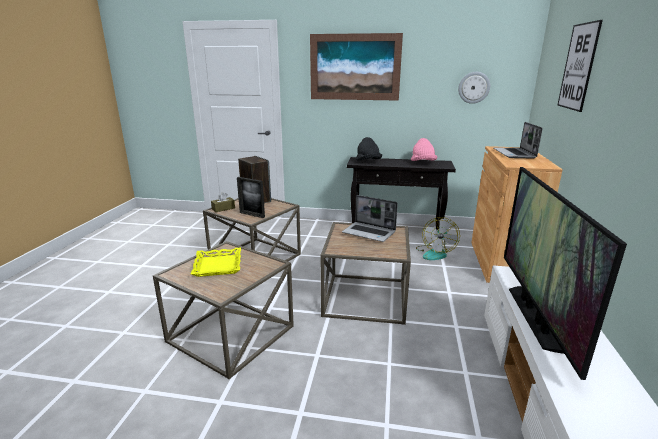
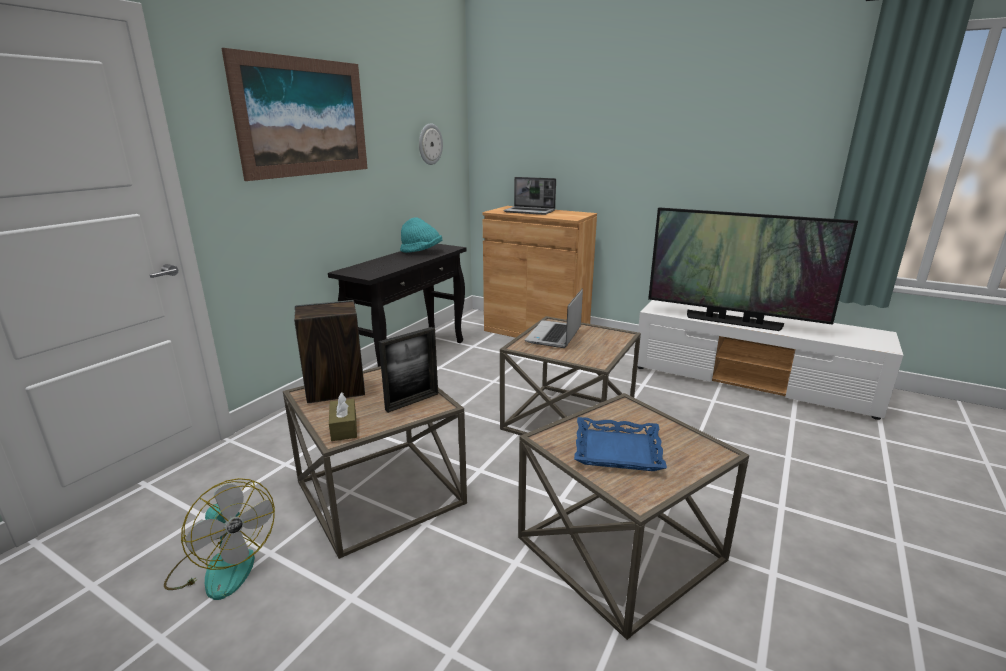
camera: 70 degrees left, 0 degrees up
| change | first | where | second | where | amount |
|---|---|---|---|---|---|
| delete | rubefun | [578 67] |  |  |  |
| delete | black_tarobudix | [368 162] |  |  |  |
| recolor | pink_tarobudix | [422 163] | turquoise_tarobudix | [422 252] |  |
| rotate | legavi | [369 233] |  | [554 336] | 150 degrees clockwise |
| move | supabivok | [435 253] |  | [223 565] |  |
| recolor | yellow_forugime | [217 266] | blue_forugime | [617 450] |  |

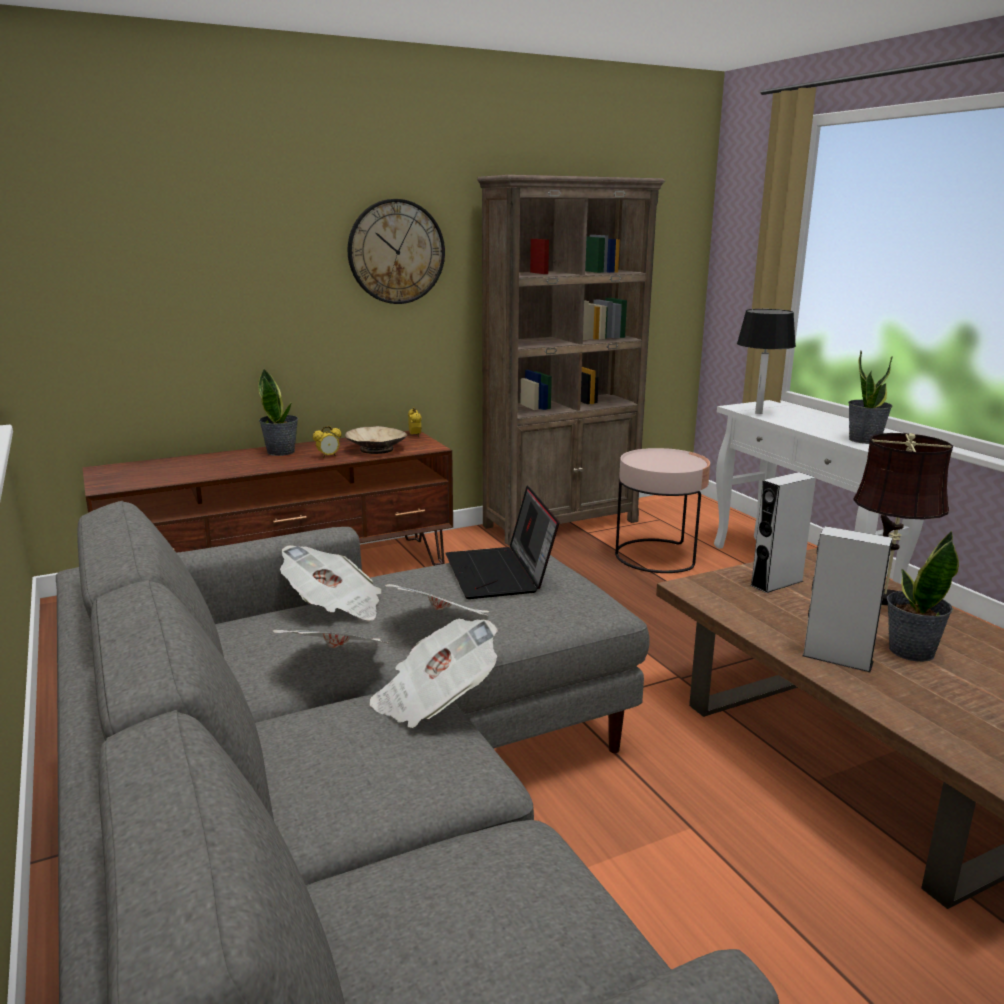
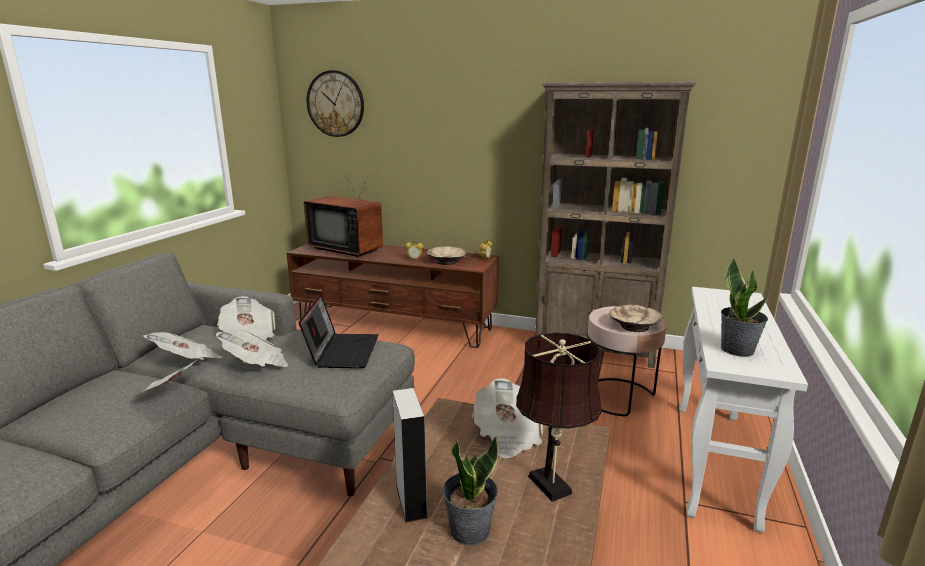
camera: 45 degrees right, 0 degrees up
| change | first | where | second | where | amount |
|---|---|---|---|---|---|
| move | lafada | [396 252] |  | [335 104] |  |
| delete | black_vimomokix | [758 413] |  |  |  |
| delete | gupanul | [281 452] |  |  |  |
| replace | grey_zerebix | [776 583] | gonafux | [507 435] |  |
| rotate | legavi | [500 574] |  | [342 351] | 150 degrees clockwise |
| insert |  |  | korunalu | [348 249] |  |
| insert |  |  | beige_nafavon | [634 326] |  |

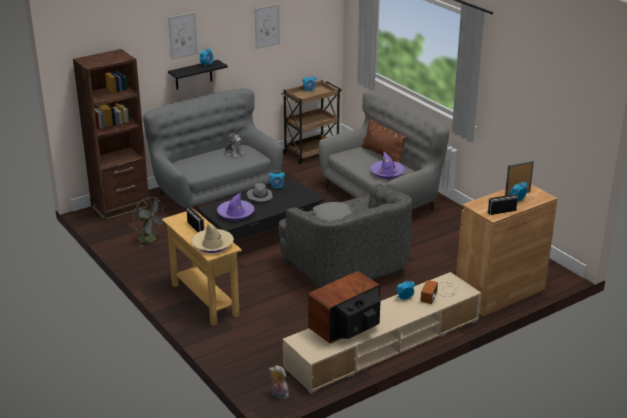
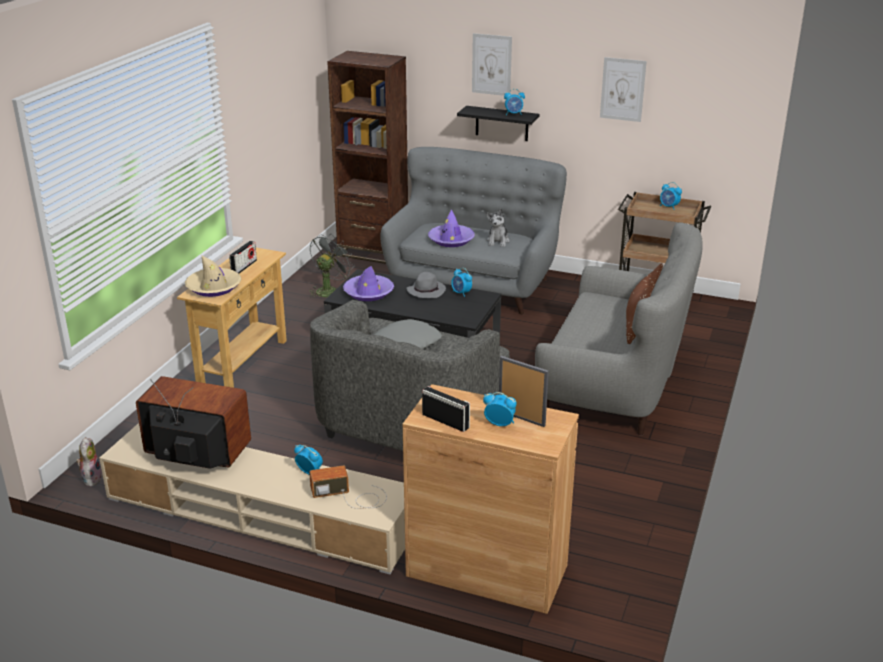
camera: 55 degrees right, 0 degrees up
| change | first | where | second | where | amount |
|---|---|---|---|---|---|
| move | purple_tarobudix | [387 173] |  | [451 240] |  |
| rotate | grey_supabivok | [151 239] |  | [329 290] | 150 degrees counterclockwise |

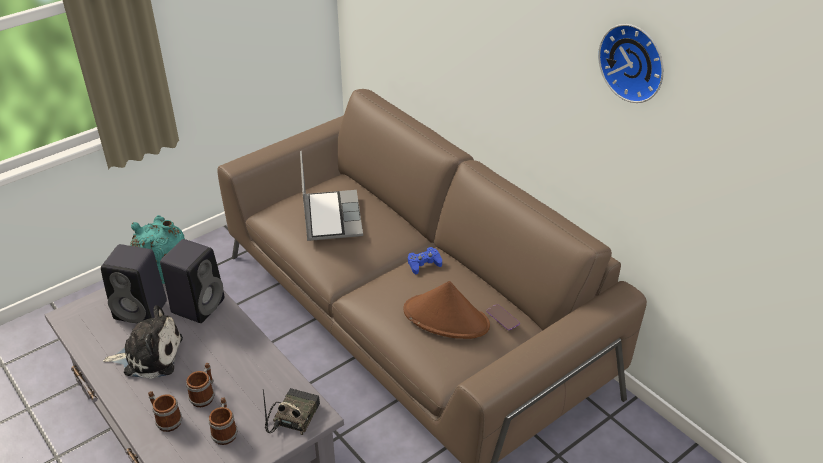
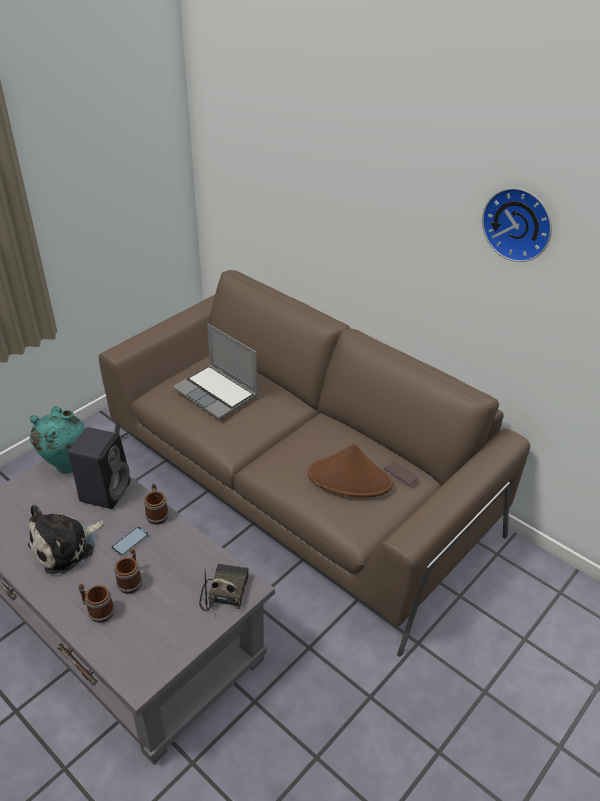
camera: 10 degrees left, 0 degrees up
| change | first | where | second | where | amount |
|---|---|---|---|---|---|
| rotate | legavi | [331 216] |  | [217 393] | 150 degrees clockwise |
| delete | black_zerebix | [142 310] |  |  |  |
| delete | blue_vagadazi | [424 263] |  |  |  |
| rotate | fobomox | [149 355] |  | [66 547] | 150 degrees clockwise |
| move | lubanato | [225 431] |  | [157 513] |  |
| insert |  |  | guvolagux | [130 542] |  |

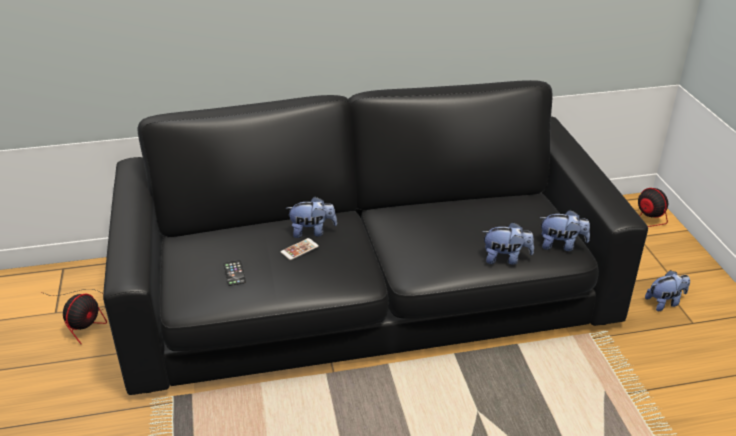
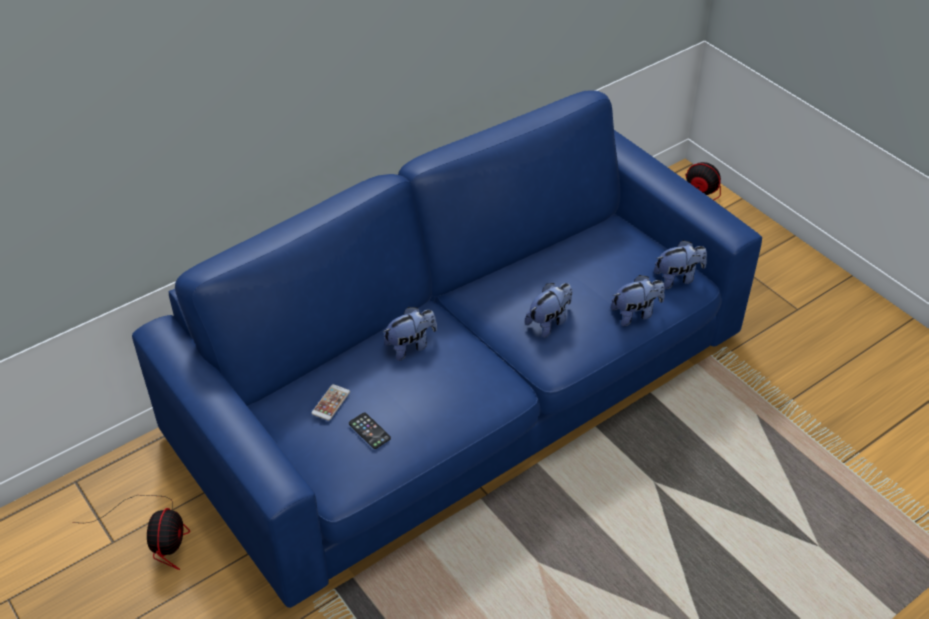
camera: 25 degrees left, 10 degrees up
| change | first | where | second | where | amount |
|---|---|---|---|---|---|
| recolor | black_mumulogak | [367 293] | blue_mumulogak | [463 386] |  |
| move | guvolagux | [299 249] |  | [331 402] |  |
| move | fobomox | [665 302] |  | [549 322] |  |

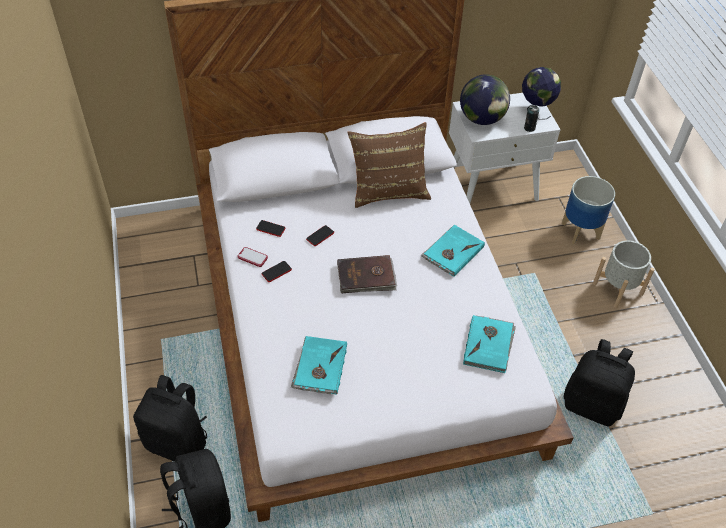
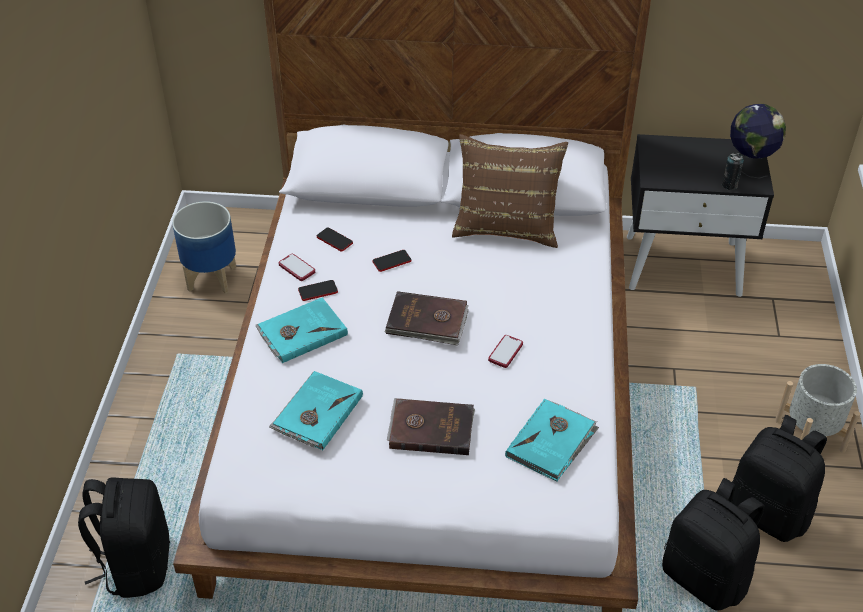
camera: 20 degrees right, 5 degrees down
| change | first | where | second | where | amount |
|---|---|---|---|---|---|
| delete | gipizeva | [482 119] |  |  |  |
| recolor | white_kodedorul | [492 186] | black_kodedorul | [683 265] |  |
| move | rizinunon | [580 230] |  | [212 277] |  |
| move | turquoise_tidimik | [452 252] |  | [301 332] |  |
| move | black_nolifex | [177 441] |  | [769 512] |  |
| insert |  |  | guvolagux | [505 352] |  |
| insert |  |  | brown_tidimik | [431 428] |  |

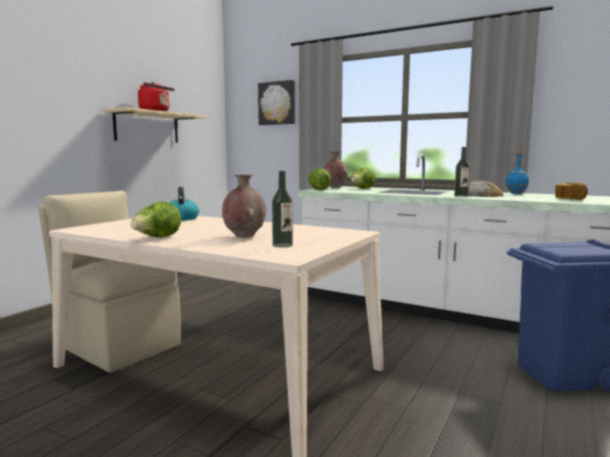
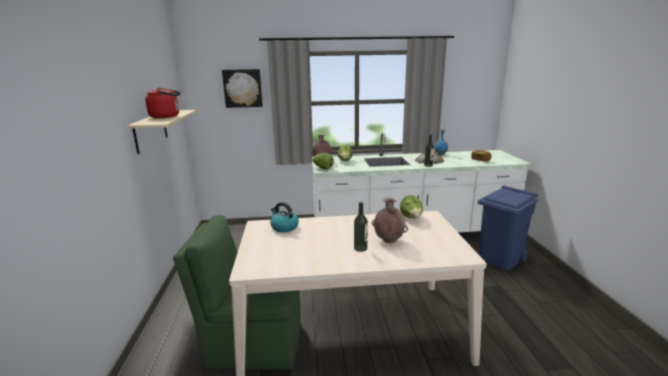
camera: 35 degrees left, 10 degrees up
| change | first | where | second | where | amount |
|---|---|---|---|---|---|
| move | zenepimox | [282 245] |  | [360 248] |  |
| recolor | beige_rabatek | [117 344] | green_rabatek | [252 343] |  |
| move | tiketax | [157 238] |  | [411 218] |  |

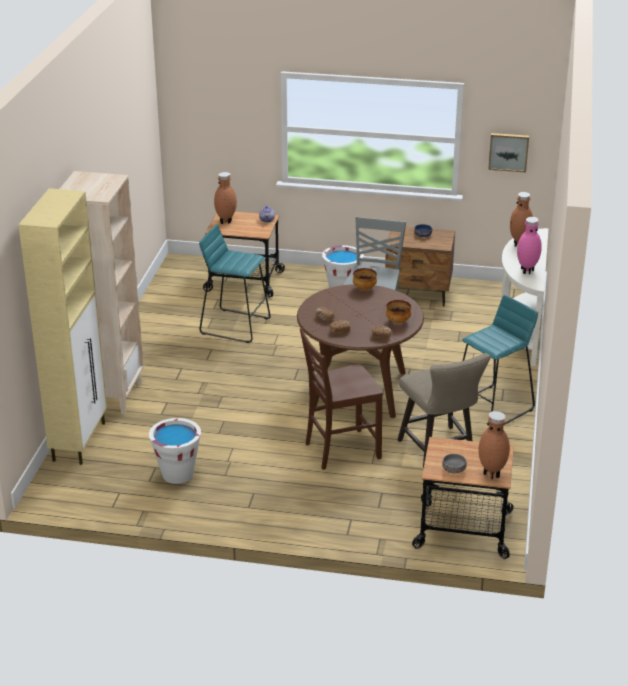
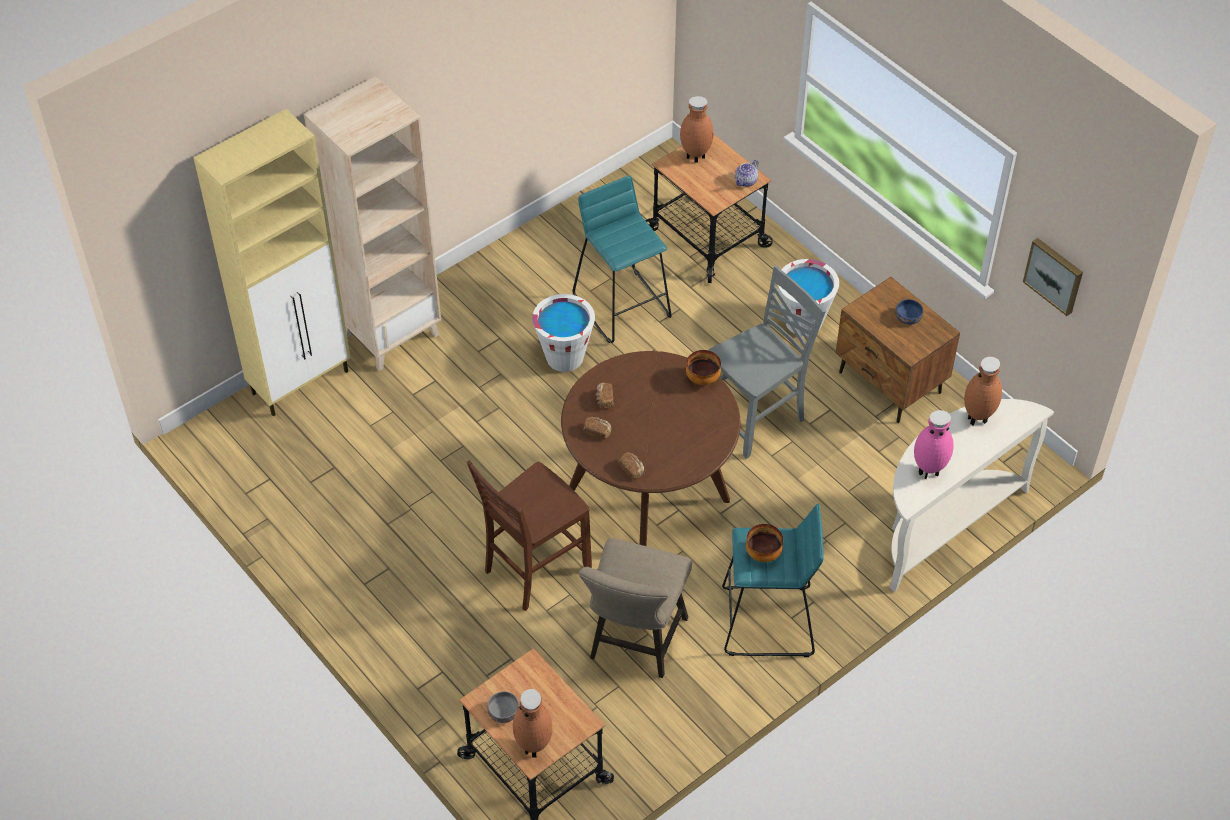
camera: 40 degrees right, 20 degrees up
| change | first | where | second | where | amount |
|---|---|---|---|---|---|
| move | nafavon | [398 321] |  | [763 553] |  |
| rotate | brown_rabatek | [340 450] |  | [534 569] | 60 degrees counterclockwise |
| move | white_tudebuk | [177 474] |  | [564 357] |  |

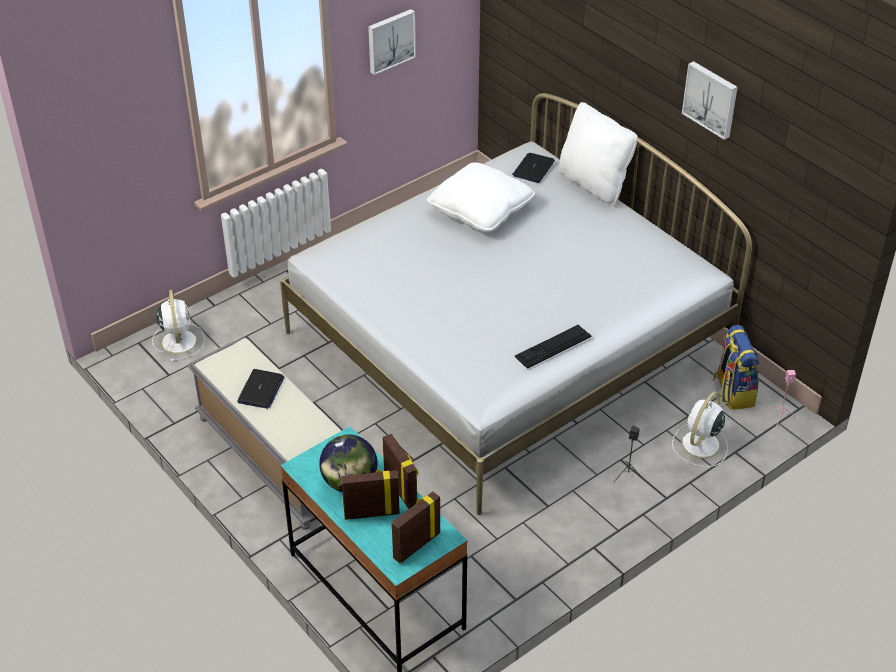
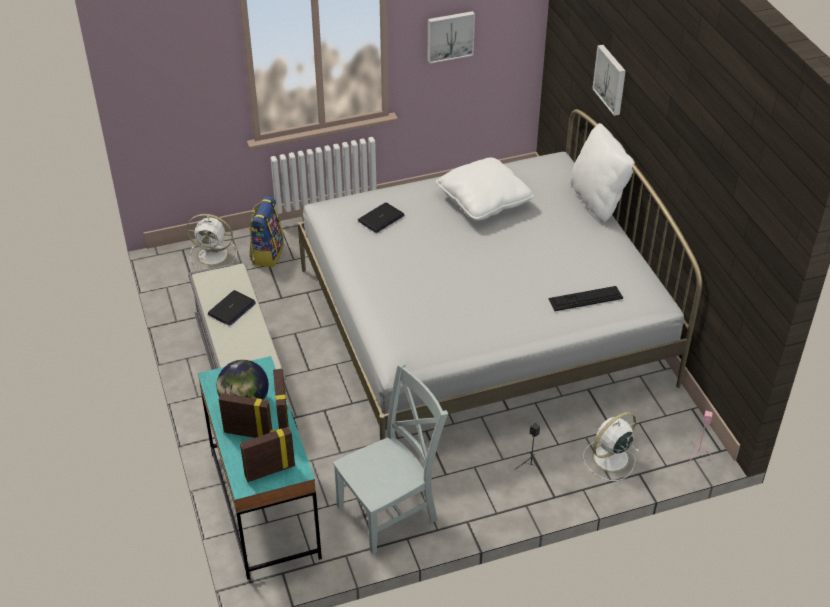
camera: 20 degrees right, 0 degrees up
| change | first | where | second | where | amount |
|---|---|---|---|---|---|
| move | rubefun | [711 99] |  | [611 79] |  |
| move | legavi | [533 168] |  | [381 218] |  |
| rotate | white_supabivok | [179 340] |  | [214 255] | 90 degrees clockwise |
| move | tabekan | [553 346] |  | [585 298] |  |
| move | nolifex | [733 392] |  | [267 253] |  |
| insert |  |  | grey_rabatek | [391 511] |  |

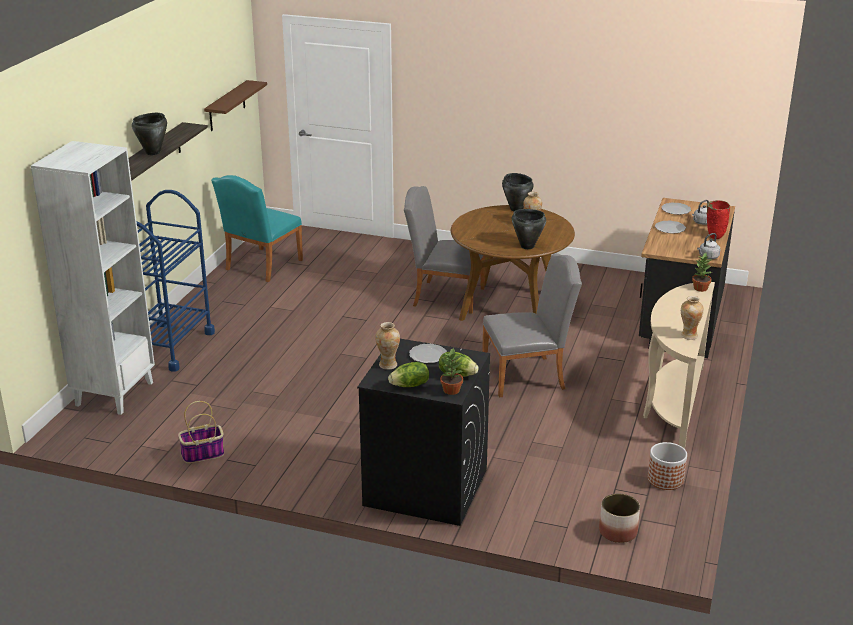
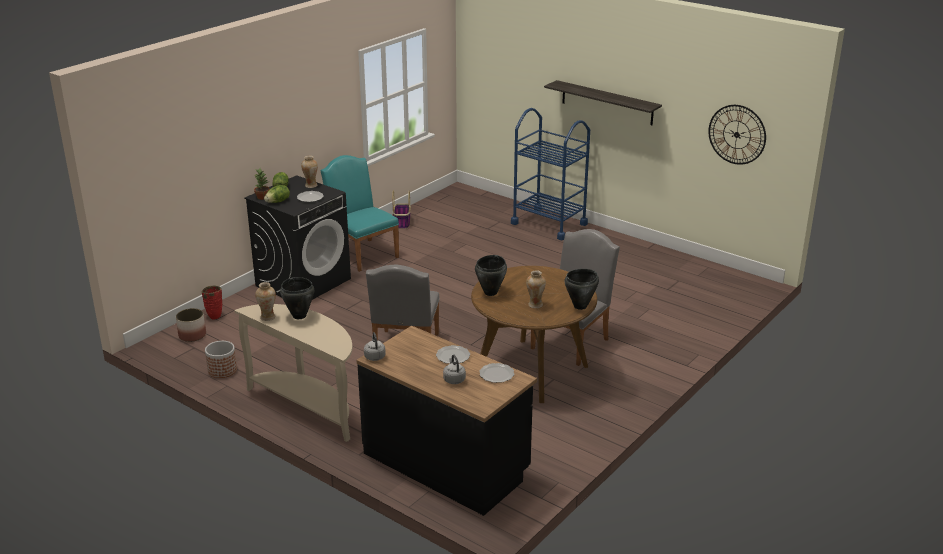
camera: 110 degrees right, 0 degrees up
| change | first | where | second | where | amount |
|---|---|---|---|---|---|
| replace | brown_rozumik | [227 106] | lafada | [737 134] |  |
| move | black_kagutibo | [153 152] |  | [299 316] |  |
| delete | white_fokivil | [114 393] |  |  |  |
| move | turquoise_rabatek | [260 266] |  | [362 253] |  |
| move | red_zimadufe | [714 237] |  | [215 316] |  |
| delete | gupanul | [700 288] |  |  |  |

